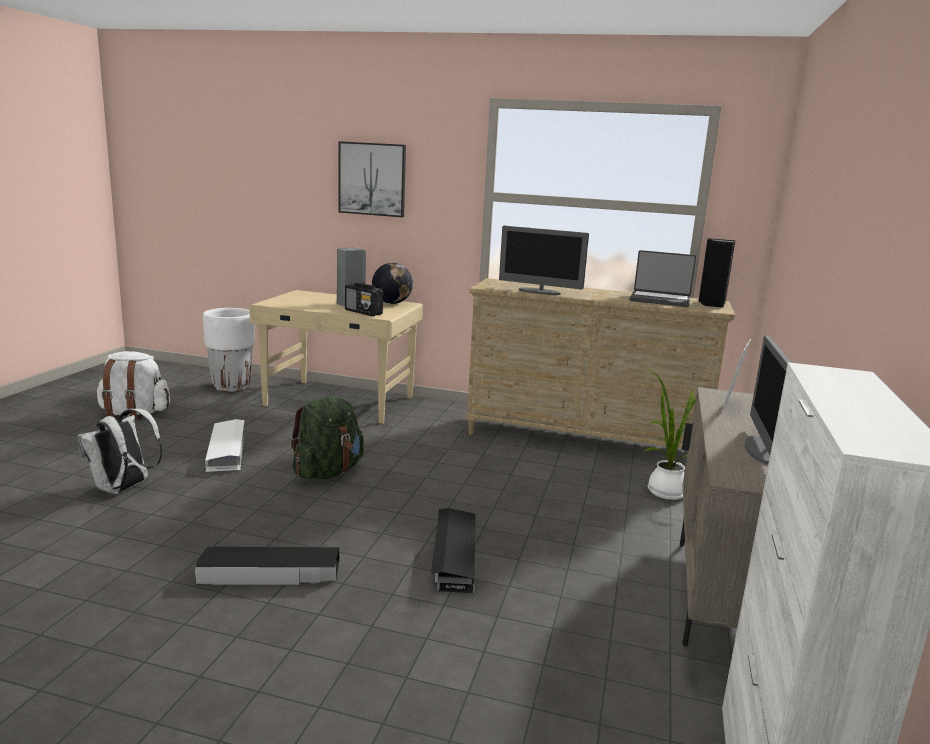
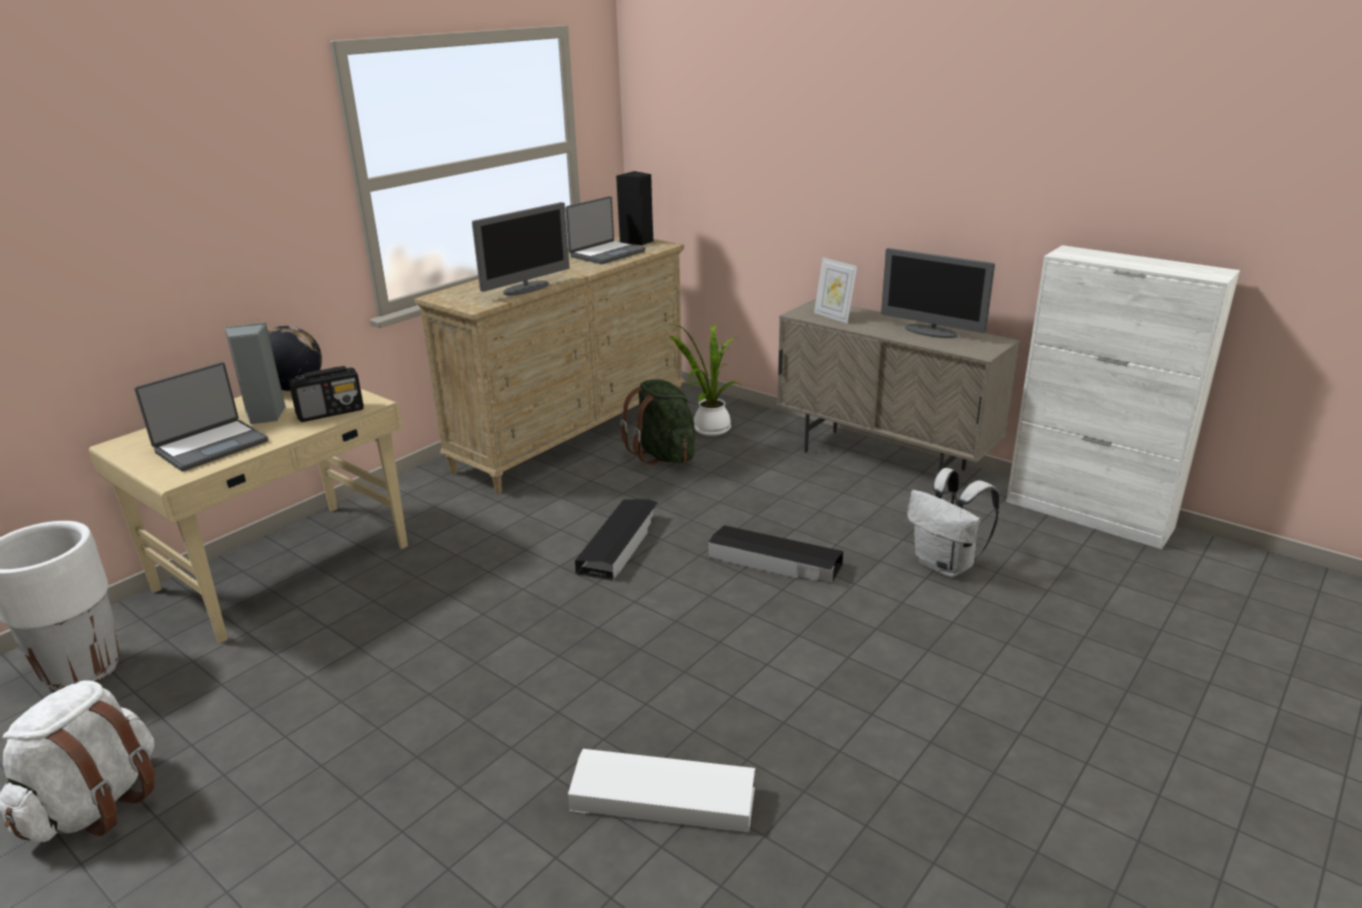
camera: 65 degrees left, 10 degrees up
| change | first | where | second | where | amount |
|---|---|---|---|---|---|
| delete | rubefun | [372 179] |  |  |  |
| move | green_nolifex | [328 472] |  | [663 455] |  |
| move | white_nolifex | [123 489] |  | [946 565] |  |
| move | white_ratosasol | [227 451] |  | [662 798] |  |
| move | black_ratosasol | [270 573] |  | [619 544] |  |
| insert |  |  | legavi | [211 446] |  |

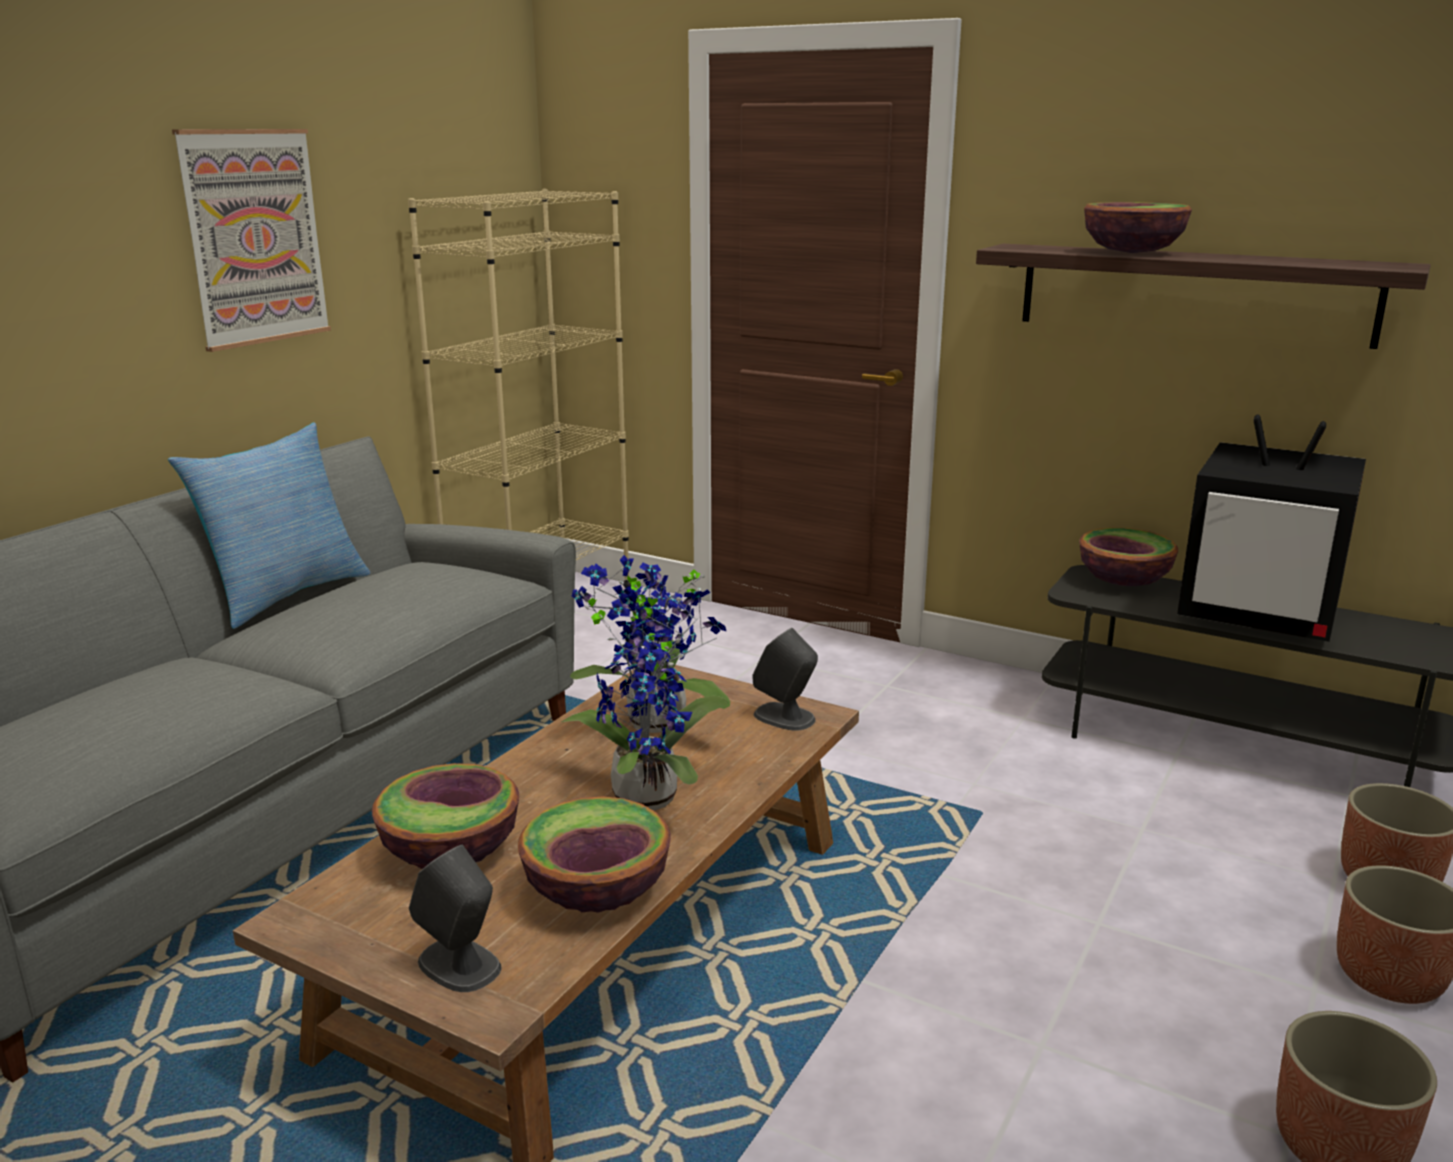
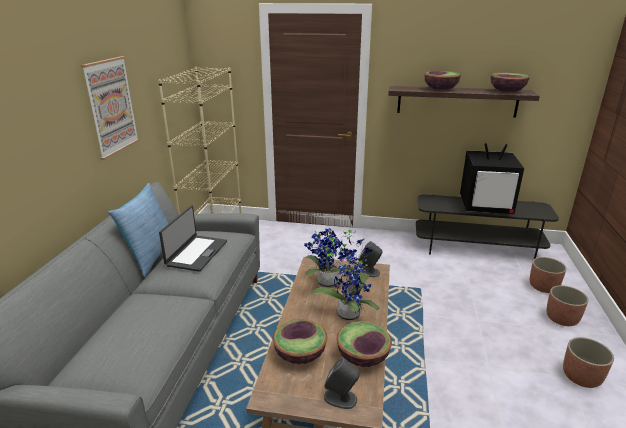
camera: 20 degrees left, 5 degrees up
| change | first | where | second | where | amount |
|---|---|---|---|---|---|
| move | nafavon | [1123 581] |  | [506 91] |  |
| insert |  |  | legavi | [196 253] |  |

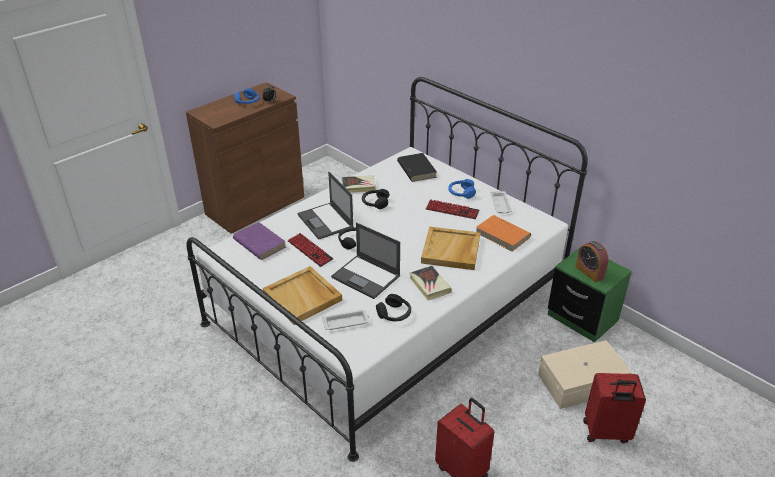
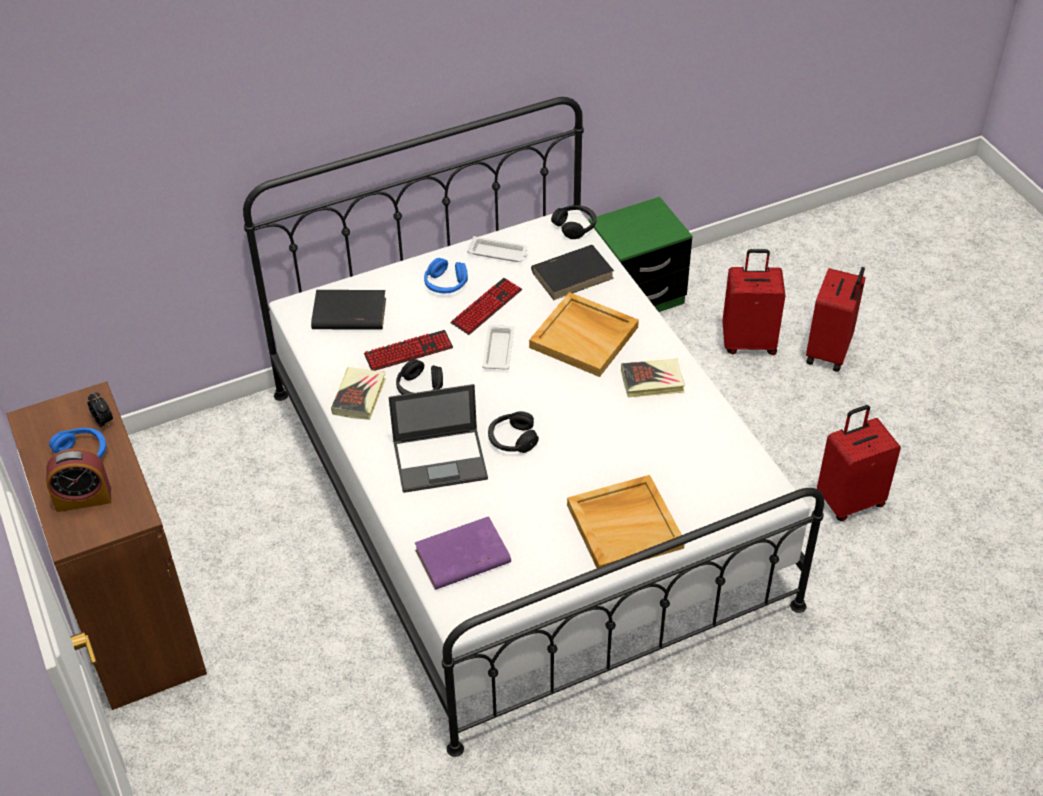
camera: 70 degrees left, 10 degrees up
| change | first | where | second | where | amount |
|---|---|---|---|---|---|
| recolor | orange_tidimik | [503 235] | black_tidimik | [573 274] |  |
| delete | legavi | [366 277] |  |  |  |
| move | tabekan | [310 250] |  | [408 352] |  |
| move | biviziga | [589 272] |  | [83 498] |  |
| move | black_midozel | [394 314] |  | [575 226] |  |
| move | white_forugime | [346 322] |  | [498 349] |  |
| replace | beige_ratosasol | [582 383] | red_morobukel | [749 342] |  |

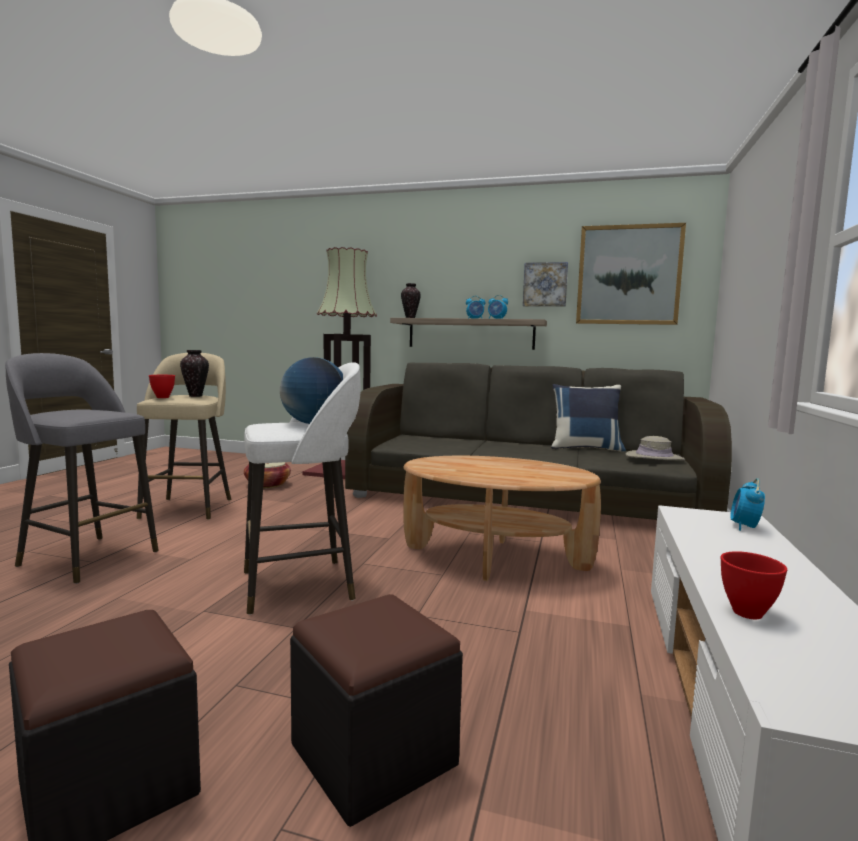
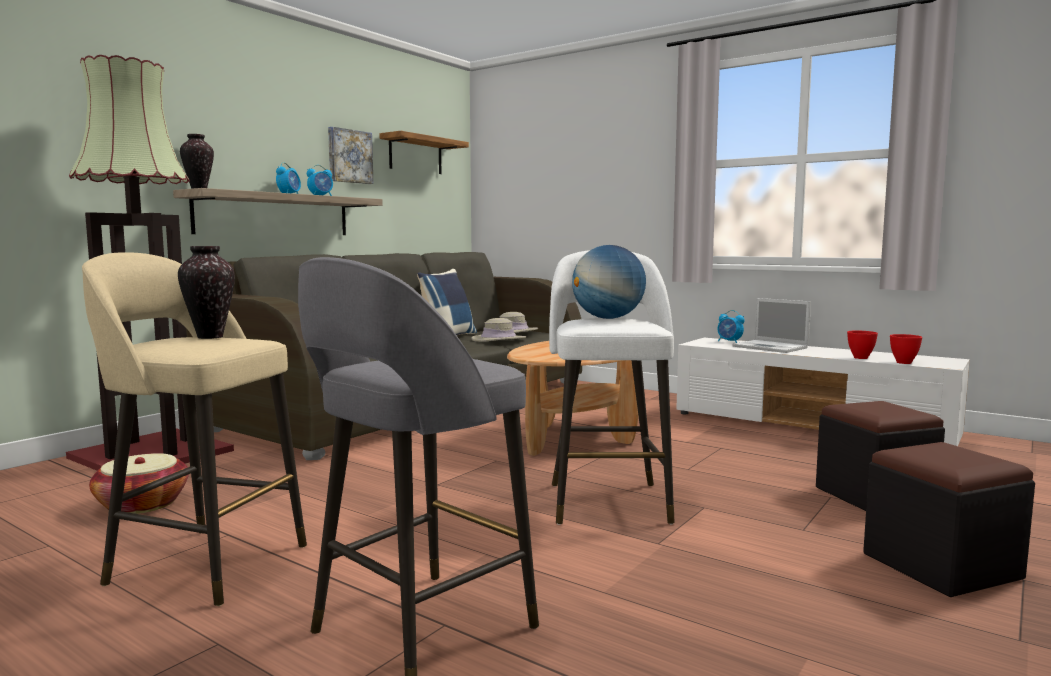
camera: 70 degrees left, 0 degrees up
| change | first | where | second | where | amount |
|---|---|---|---|---|---|
| replace | rubefun | [628 275] | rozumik | [415 155] |  |
| move | red_nafavon | [162 397] |  | [903 362] |  |
| insert |  |  | legavi | [771 347] |  |
| insert |  |  | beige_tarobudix | [498 339] |  |

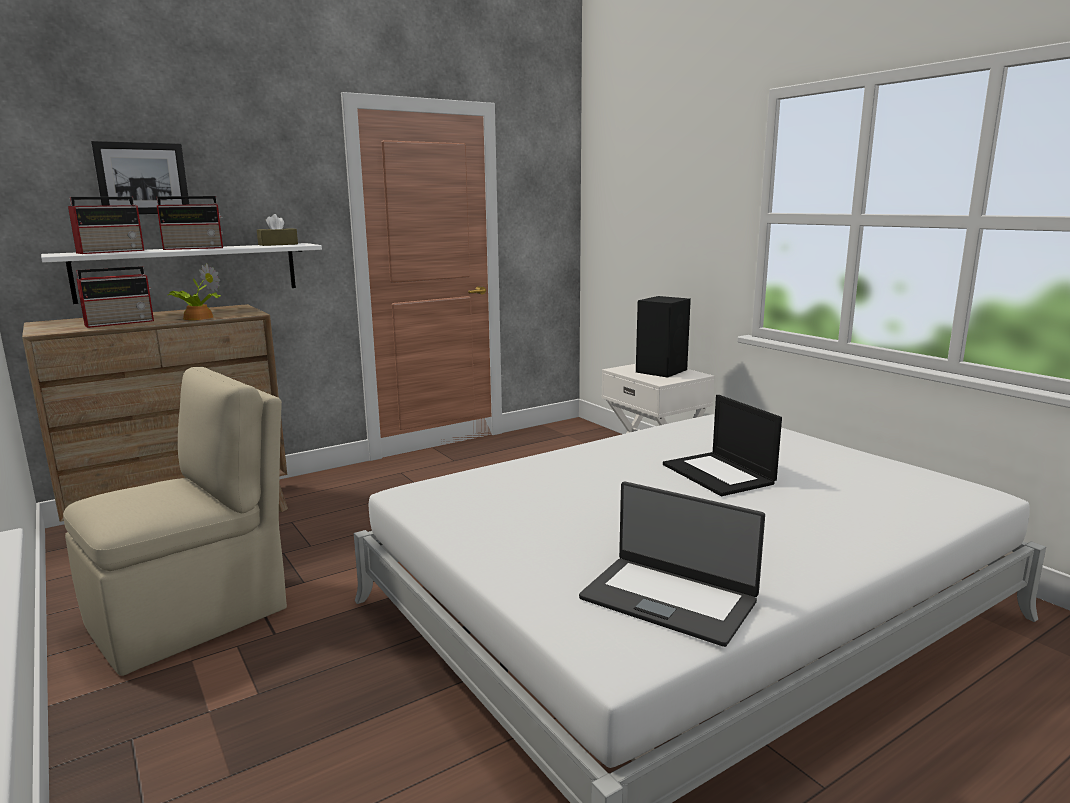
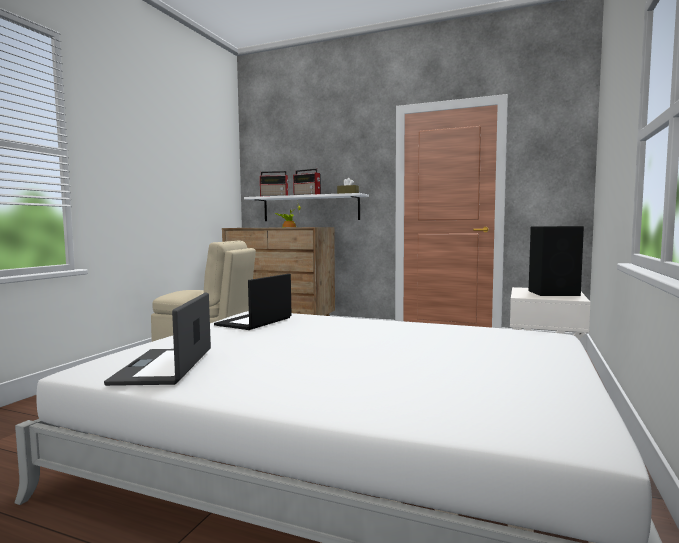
camera: 55 degrees right, 10 degrees down
| change | first | where | second | where | amount |
|---|---|---|---|---|---|
| delete | rubefun | [142 178] |  |  |  |
| delete | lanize | [121 323] |  |  |  |
| move | legavi | [719 474] |  | [254 322] |  |

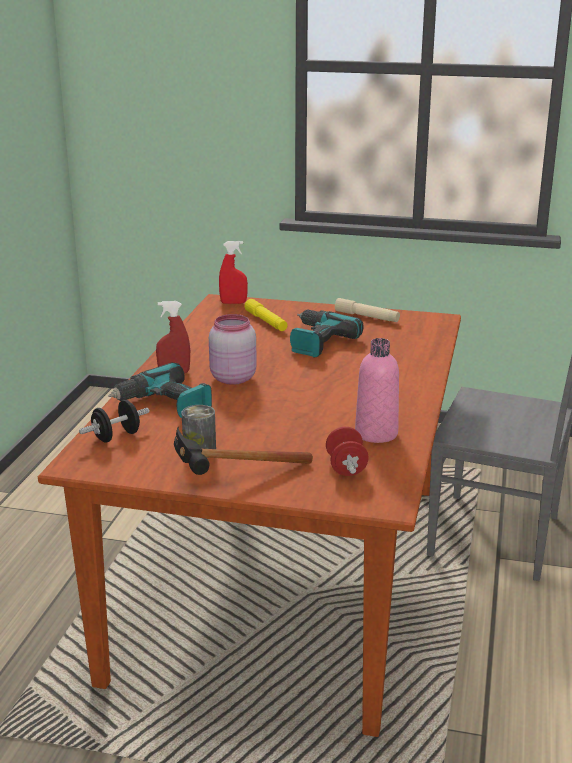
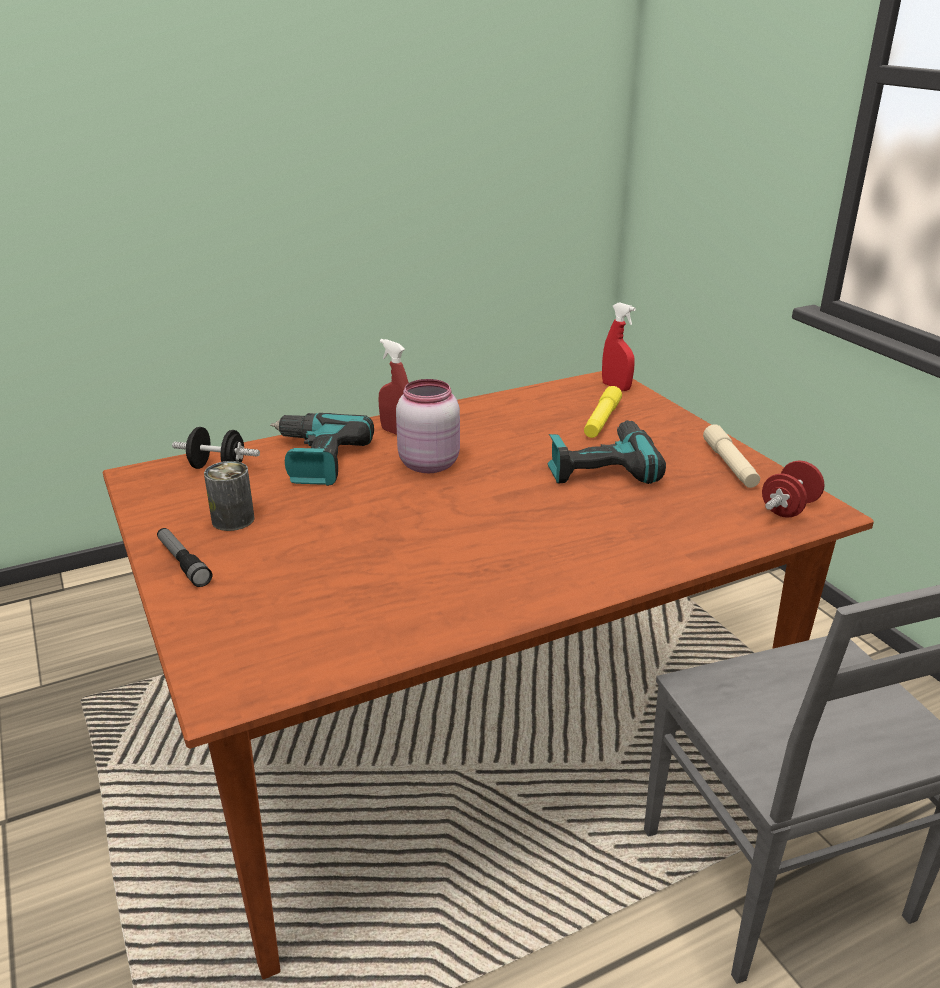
camera: 50 degrees right, 5 degrees up
| change | first | where | second | where | amount |
|---|---|---|---|---|---|
| delete | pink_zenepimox | [376 433] |  |  |  |
| replace | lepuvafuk | [229 479] | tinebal | [183 563] |  |
| move | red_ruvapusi | [346 467] |  | [789 508] |  |

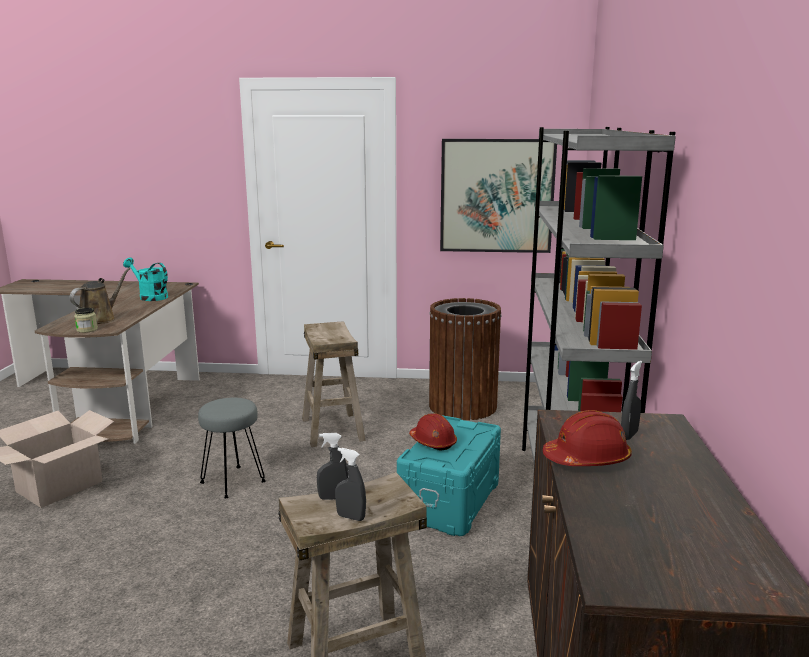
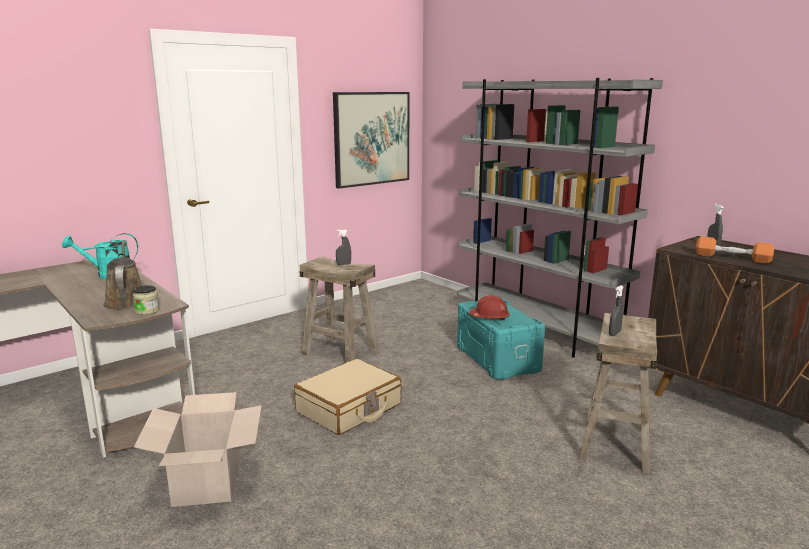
camera: 45 degrees left, 0 degrees up
| change | first | where | second | where | amount |
|---|---|---|---|---|---|
| delete | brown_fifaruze | [463 406] |  |  |  |
| replace | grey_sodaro | [233 481] | beige_morobukel | [349 408] |  |
| replace | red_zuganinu | [587 459] | orange_ruvapusi | [732 258] |  |
| move | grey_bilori | [351 517] |  | [343 264] |  |

